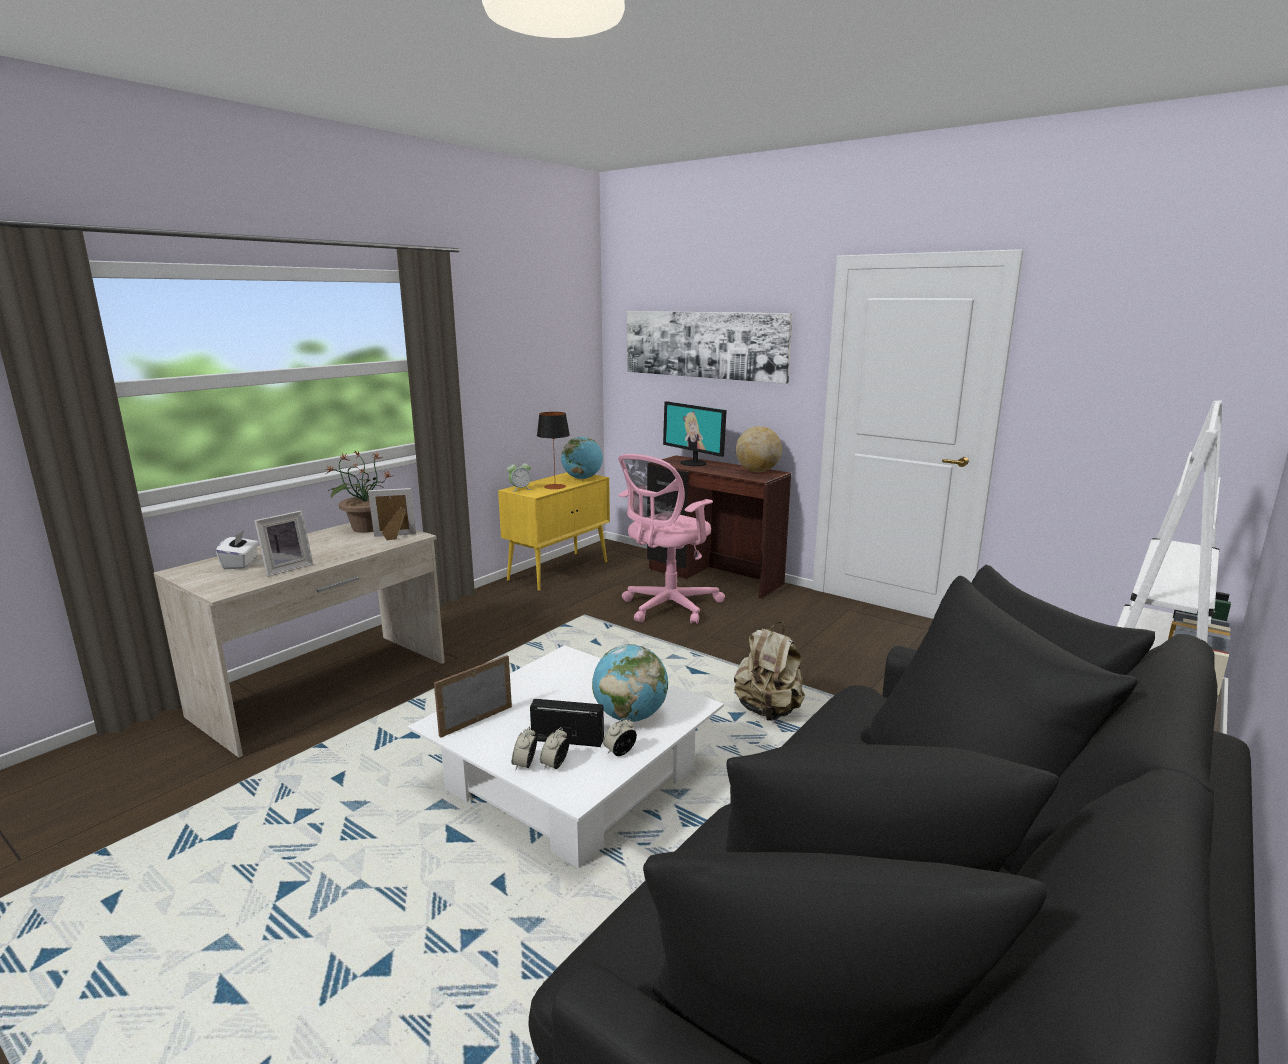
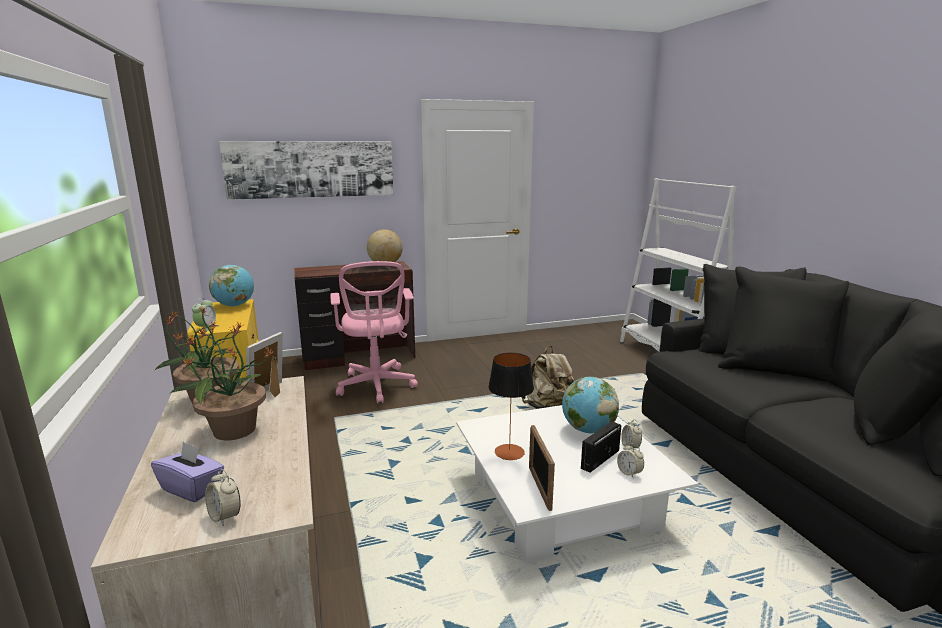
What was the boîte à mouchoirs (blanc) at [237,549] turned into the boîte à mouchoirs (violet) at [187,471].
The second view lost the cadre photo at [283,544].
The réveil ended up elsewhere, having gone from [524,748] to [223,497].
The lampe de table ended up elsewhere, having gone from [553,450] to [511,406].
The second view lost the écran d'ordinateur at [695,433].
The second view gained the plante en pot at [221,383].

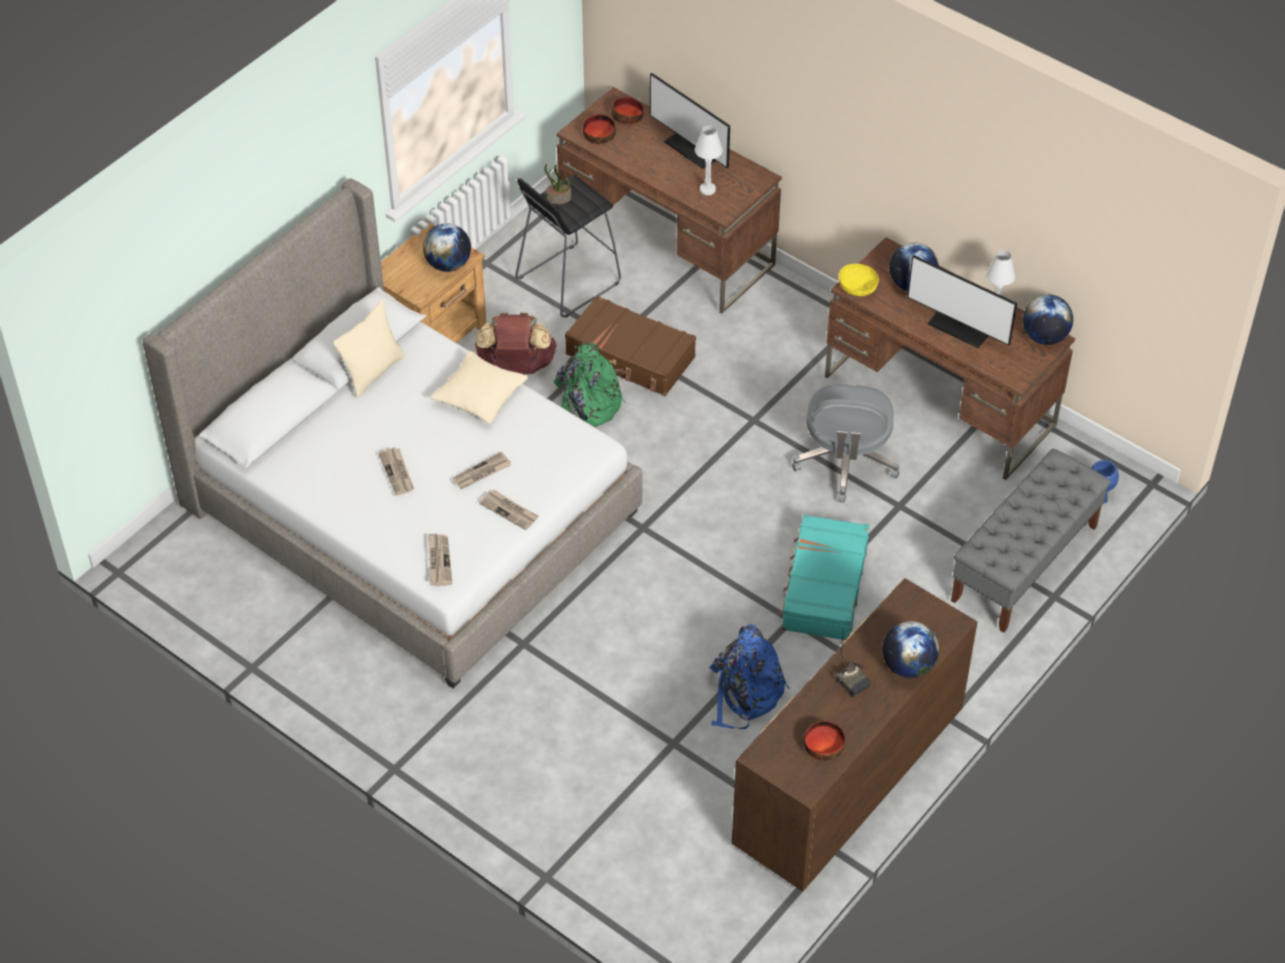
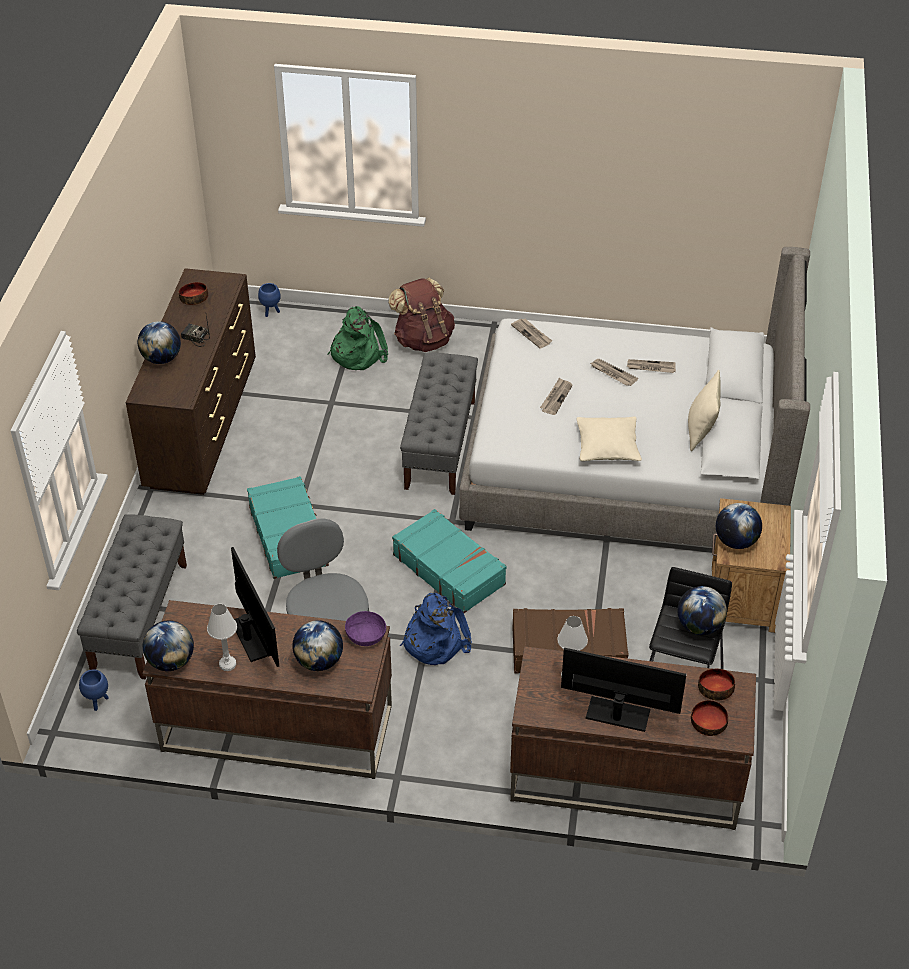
The sac à dos (marron) ended up elsewhere, having gone from [516,343] to [421,315].
The journal ended up elsewhere, having gone from [509,510] to [651,366].
Where the plante en pot stood at [557,184], the globe came to stand at [702,610].
The sac à dos (vert) ended up elsewhere, having gone from [589,385] to [358,338].
The sac à dos (bleu) ended up elsewhere, having gone from [749,676] to [436,629].
What was the bol (jaune) at [859,280] turned into the bol (violet) at [365,628].
The écran d'ordinateur at [962,301] ended up facing another way, 60 degrees clockwise from before.
The second view gained the cache-pot (bleu) at [269,300].
The second view gained the valise (turquoise) at [449,561].
The second view gained the banc (gris) at [439,423].

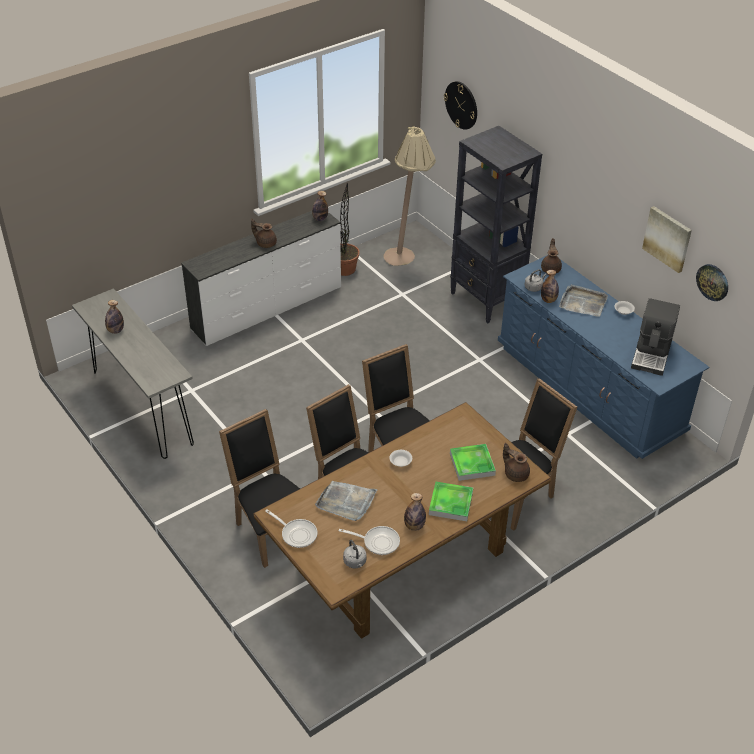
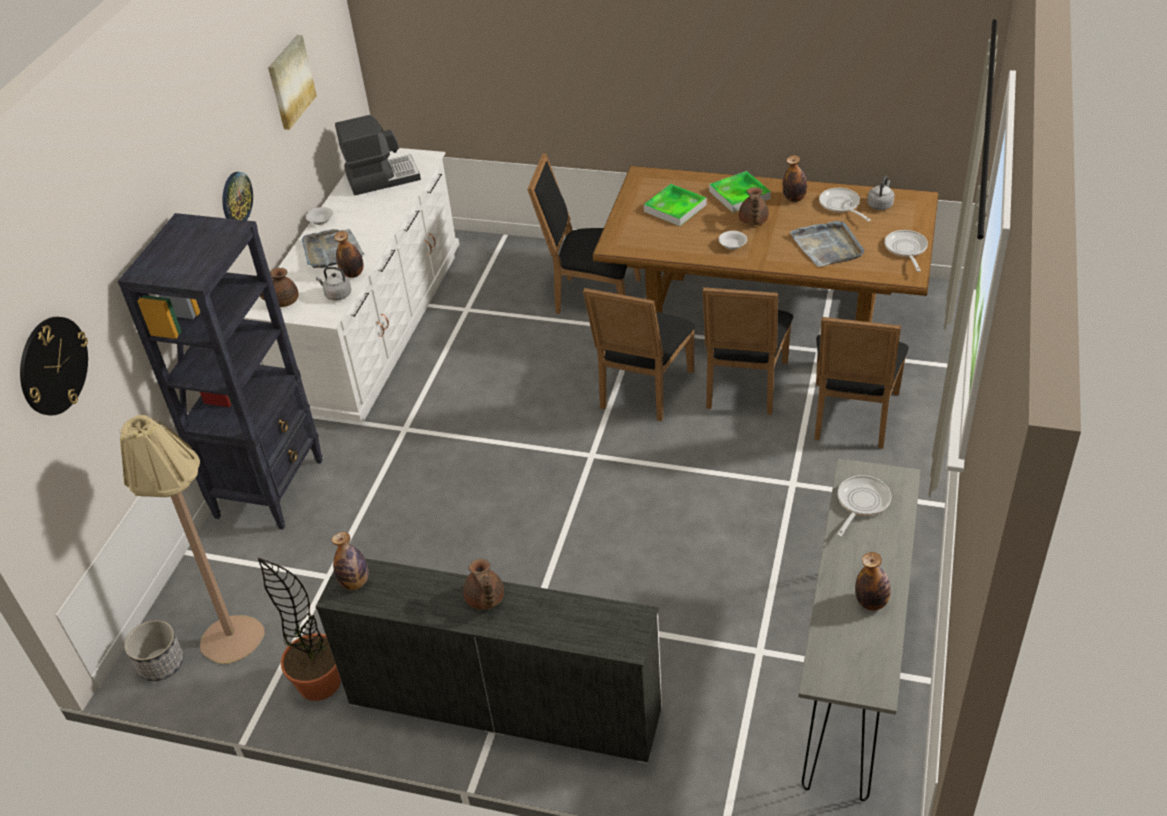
What was the commode (bleu) at [603,357] turned into the commode (blanc) at [351,284].
The théière (marron) ended up elsewhere, having gone from [516,462] to [754,206].
The horloge murale ended up elsewhere, having gone from [712,282] to [238,196].
The second view gained the cache-pot at [153,650].
The second view gained the poêle at [864,506].

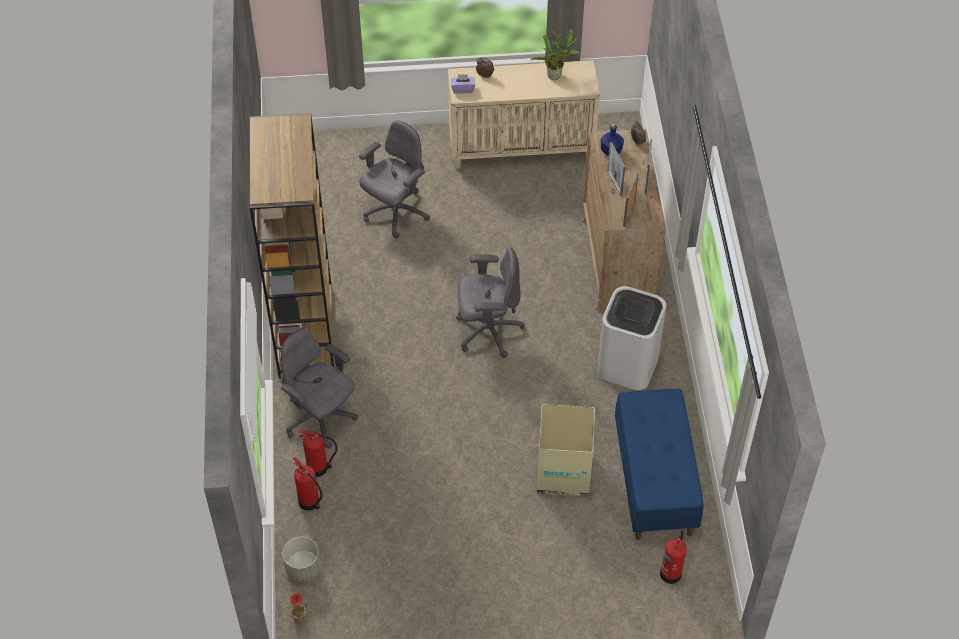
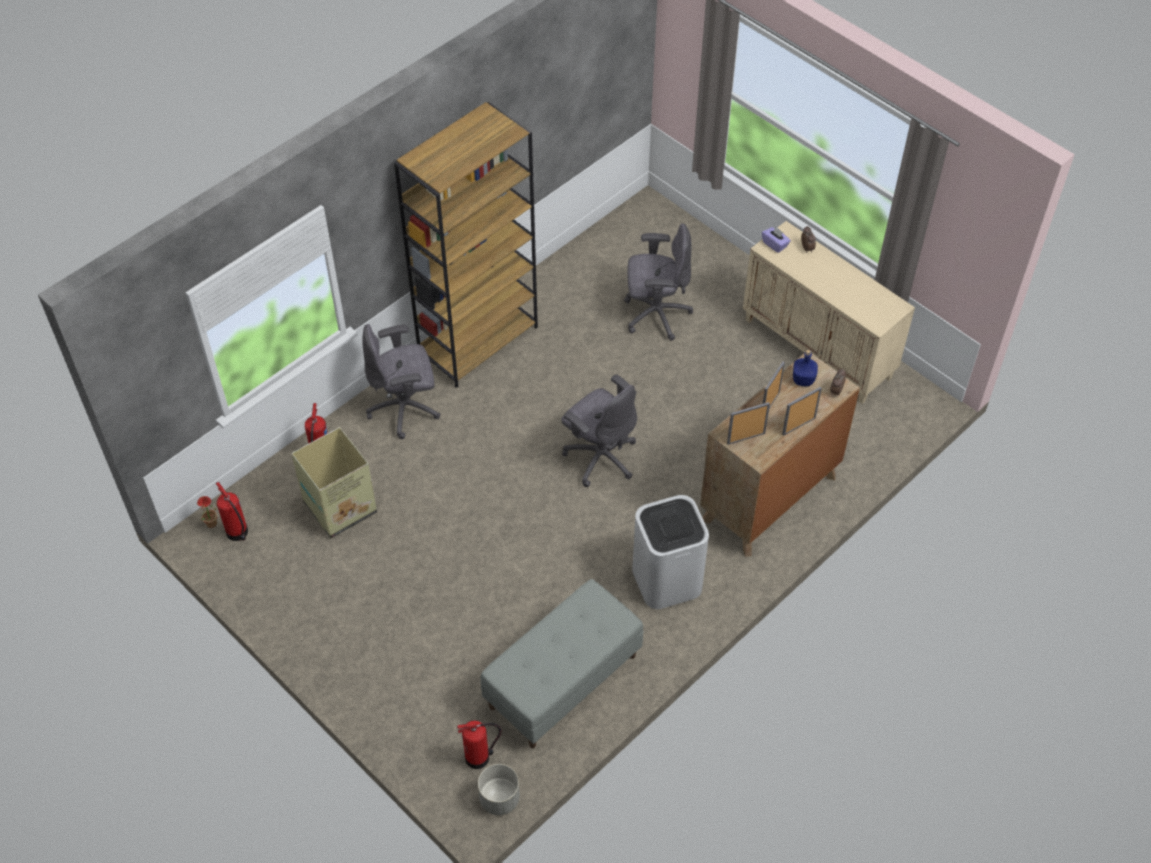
The chaise de bureau (gris) at [319,388] ended up facing another way, 105 degrees counterclockwise from before.
The cache-pot (gris) ended up elsewhere, having gone from [301,559] to [499,789].
The extincteur ended up elsewhere, having gone from [318,453] to [232,511].
The second view lost the plante en pot at [555,54].
The carton ended up elsewhere, having gone from [566,450] to [334,482].
What was the banc (bleu) at [659,464] turned into the banc (gris) at [562,663].

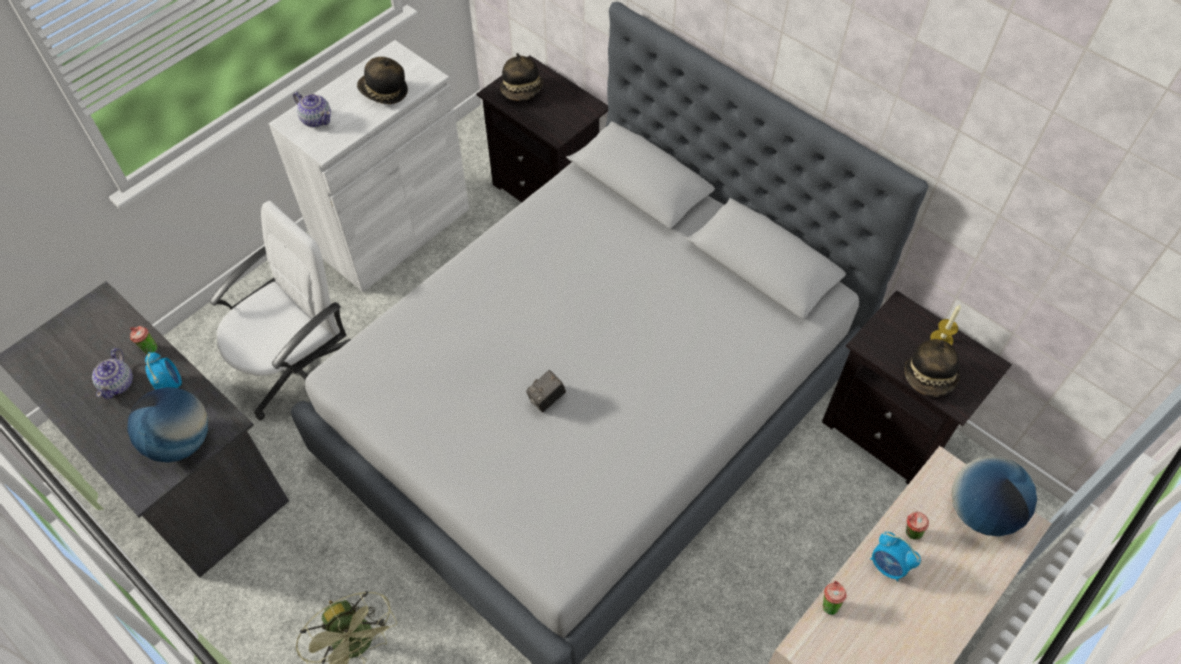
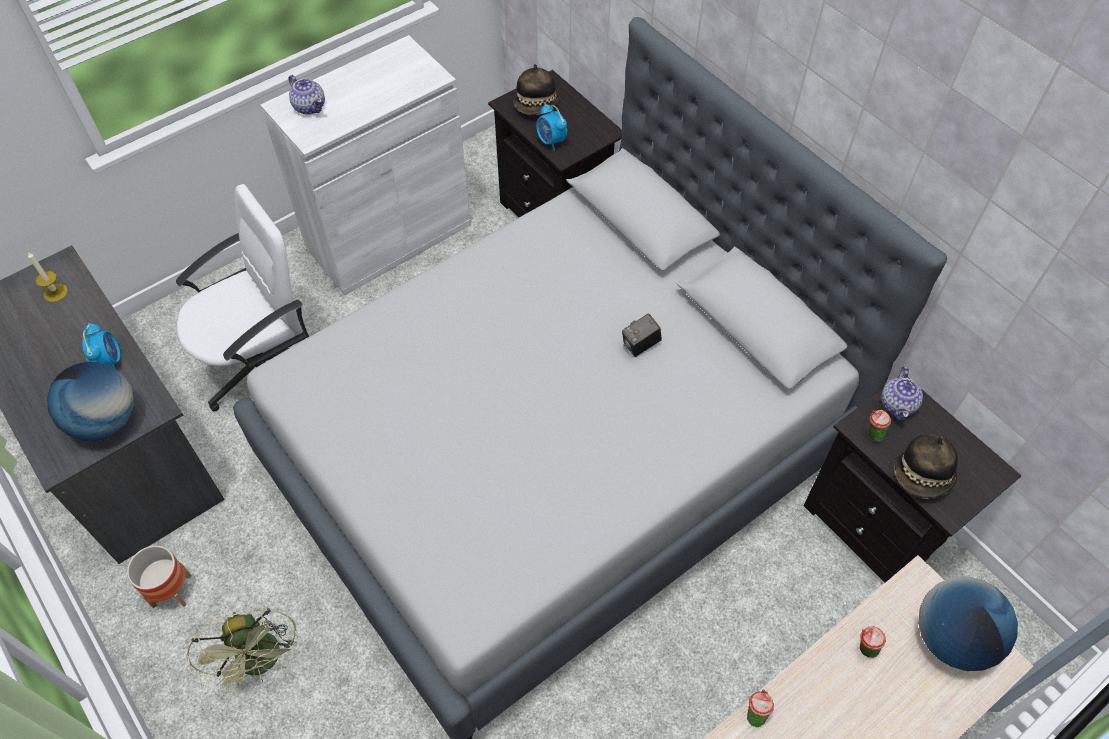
The théière ended up elsewhere, having gone from [112,373] to [902,393].
The tasse ended up elsewhere, having gone from [144,340] to [880,426].
The second view lost the chapeau at [382,80].
The appareil photo ended up elsewhere, having gone from [546,391] to [642,335].
The réveil ended up elsewhere, having gone from [895,557] to [551,127].
The bougie ended up elsewhere, having gone from [945,324] to [48,277].
The second view gained the cache-pot at [159,576].

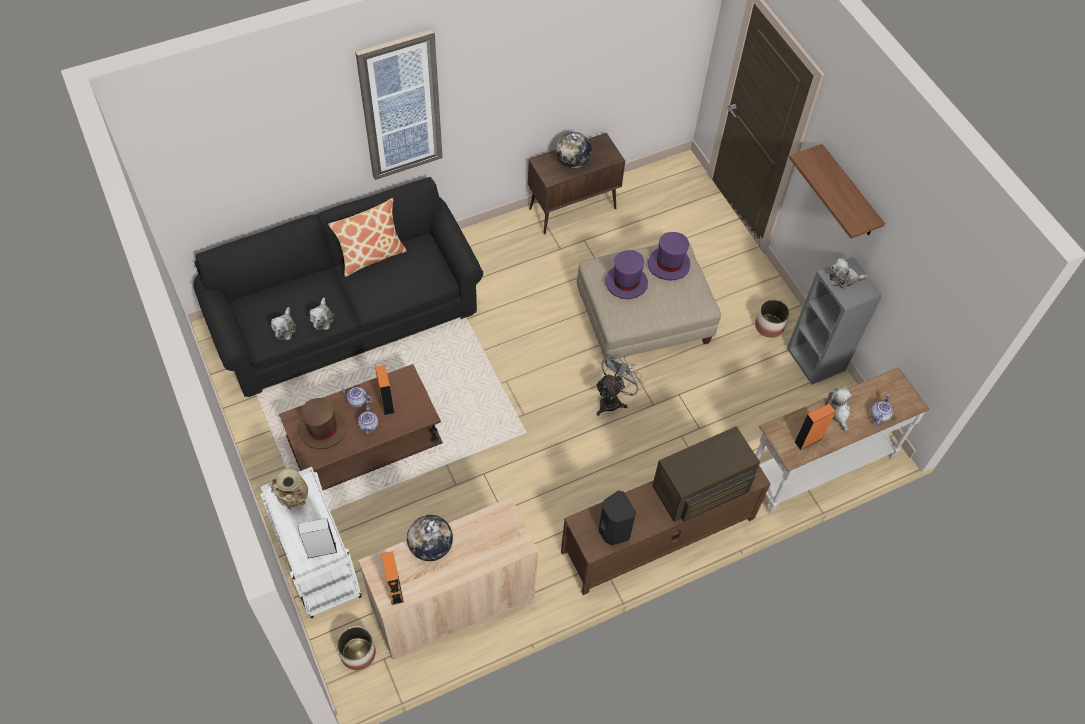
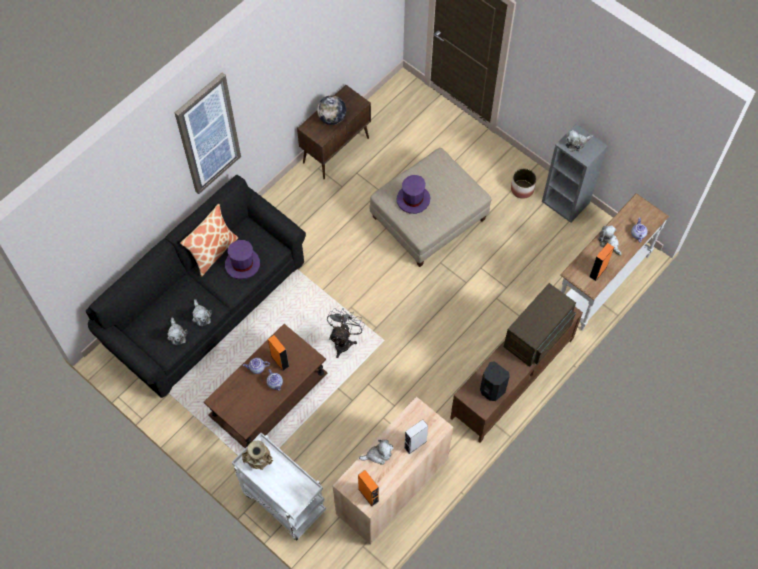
The enceinte (gris) ended up elsewhere, having gone from [317,538] to [416,436].
The second view lost the chapeau (marron) at [323,423].
The second view lost the cache-pot at [356,648].
Where the globe stood at [430,538], the peluche came to stand at [376,452].
The ventilateur (gris) ended up elsewhere, having gone from [619,384] to [346,333].
The chapeau (violet) ended up elsewhere, having gone from [669,256] to [242,259].
The second view lost the étagère at [837,191].

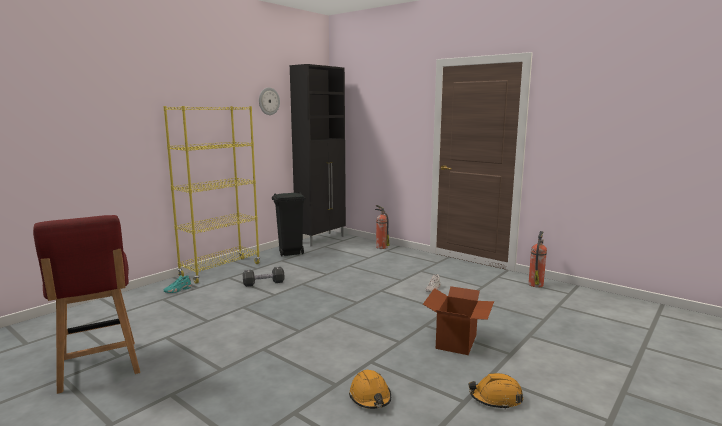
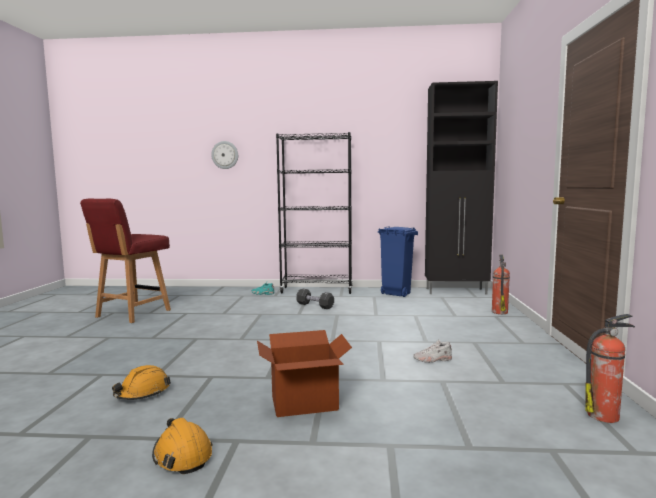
What was the bibliothèque (jaune) at [211,195] turned into the bibliothèque (noir) at [314,213].
The horloge murale ended up elsewhere, having gone from [269,101] to [224,155].
What was the poubelle (noir) at [289,224] turned into the poubelle (bleu) at [398,261].

